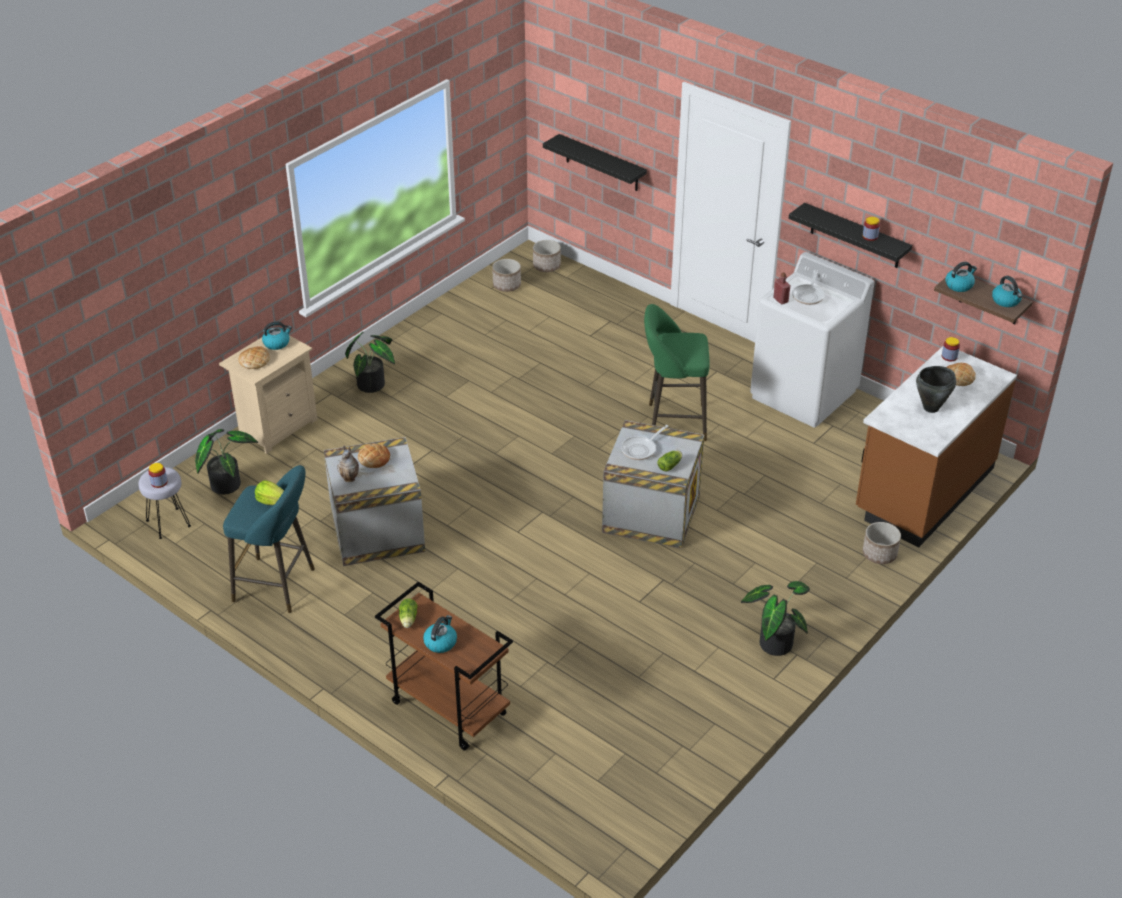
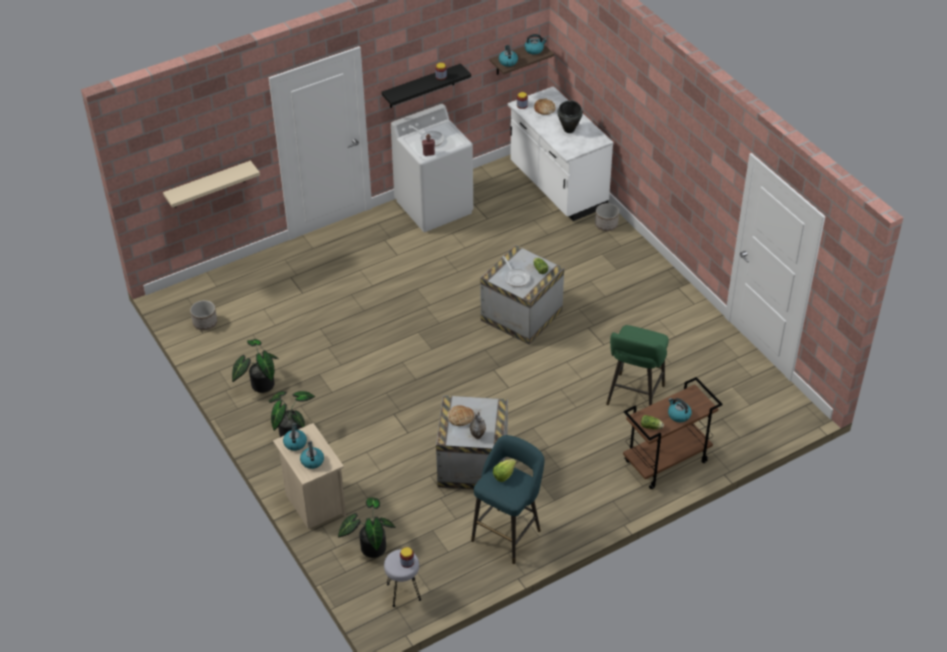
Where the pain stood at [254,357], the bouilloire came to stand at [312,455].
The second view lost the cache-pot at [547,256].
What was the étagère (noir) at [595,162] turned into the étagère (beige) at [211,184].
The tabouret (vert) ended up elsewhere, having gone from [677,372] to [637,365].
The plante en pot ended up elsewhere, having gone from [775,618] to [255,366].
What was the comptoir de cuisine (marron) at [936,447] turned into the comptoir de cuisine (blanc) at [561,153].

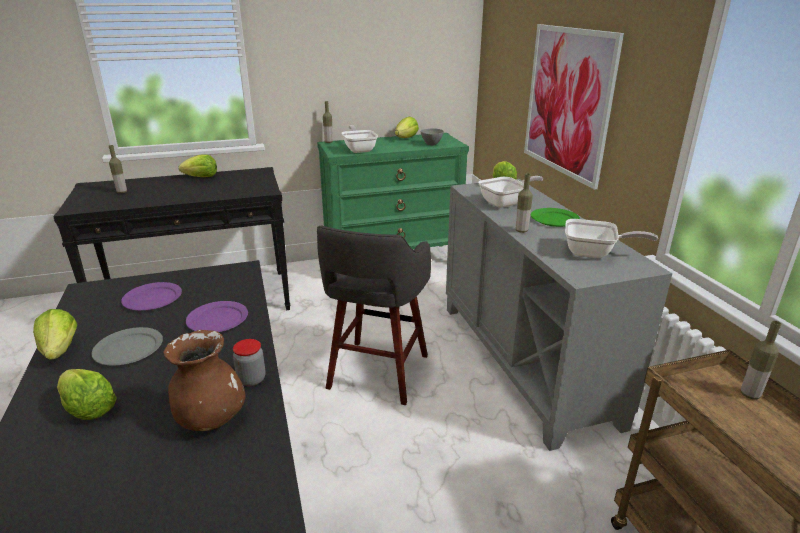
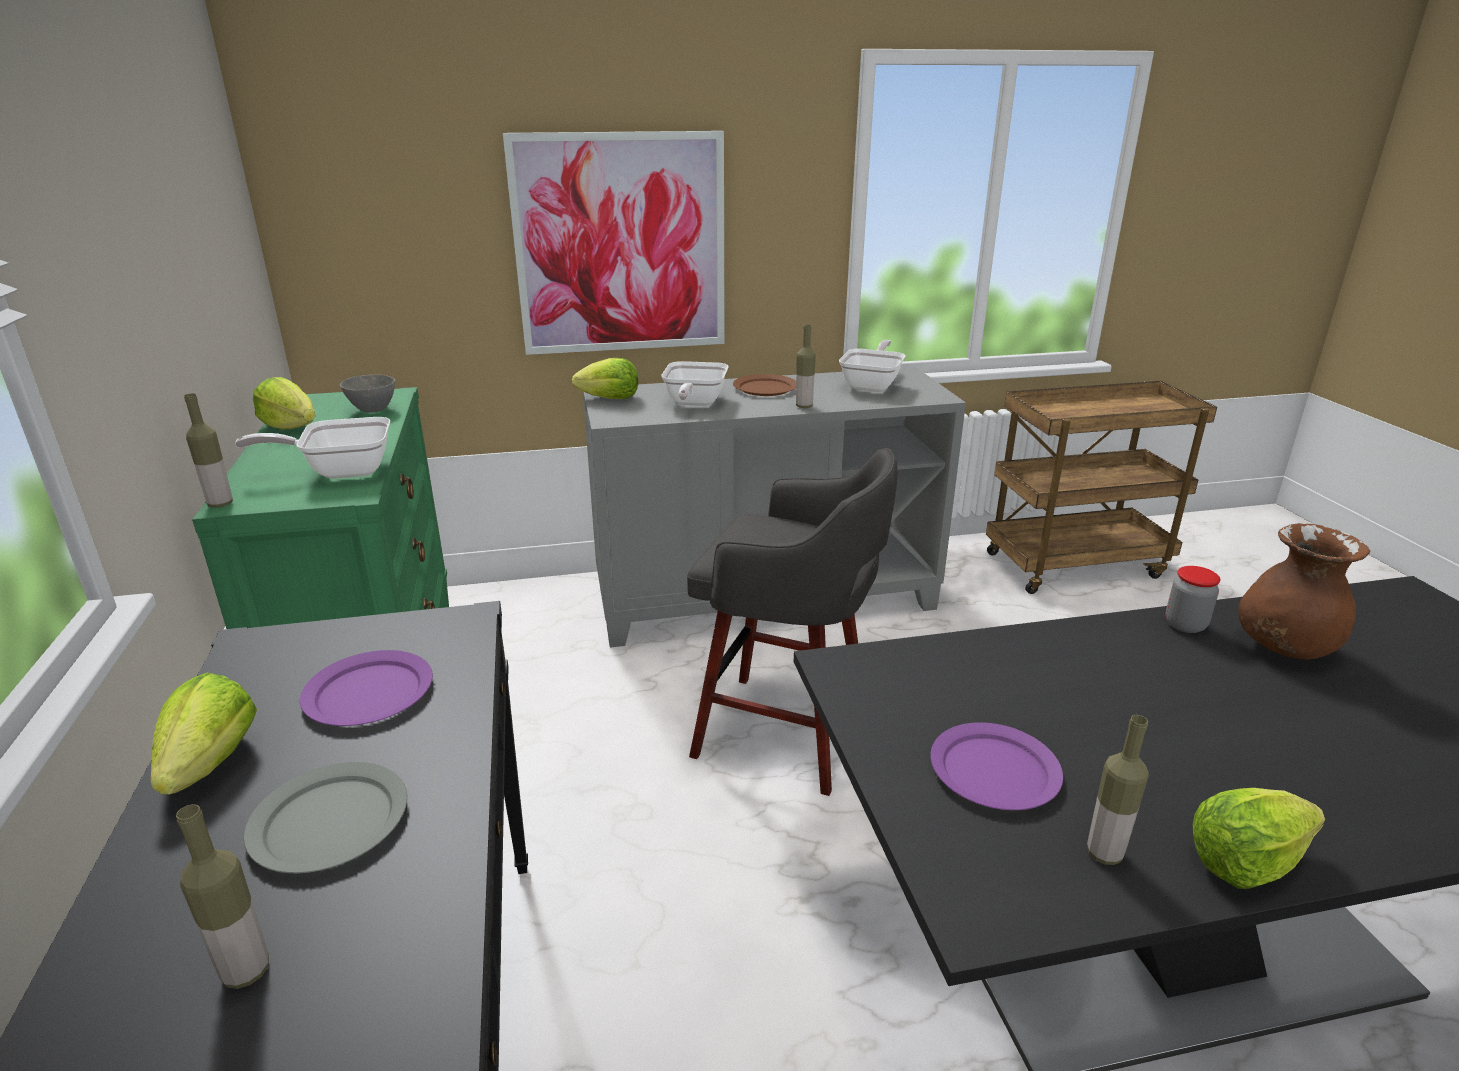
The second view lost the laitue at [87,394].
The assiette (gris) ended up elsewhere, having gone from [127,346] to [325,817].
The assiette (violet) ended up elsewhere, having gone from [217,316] to [366,688].
The poêle at [510,192] ended up facing another way, 150 degrees counterclockwise from before.
What was the assiette (vert) at [555,217] turned into the assiette (marron) at [764,385].
The bouteille ended up elsewhere, having gone from [761,360] to [1118,790].

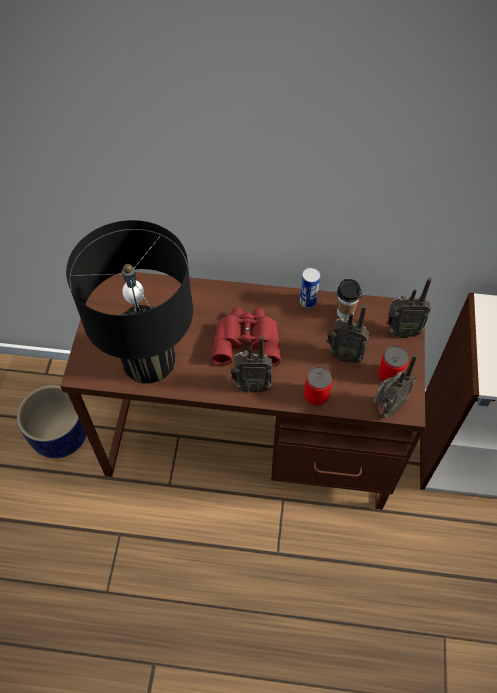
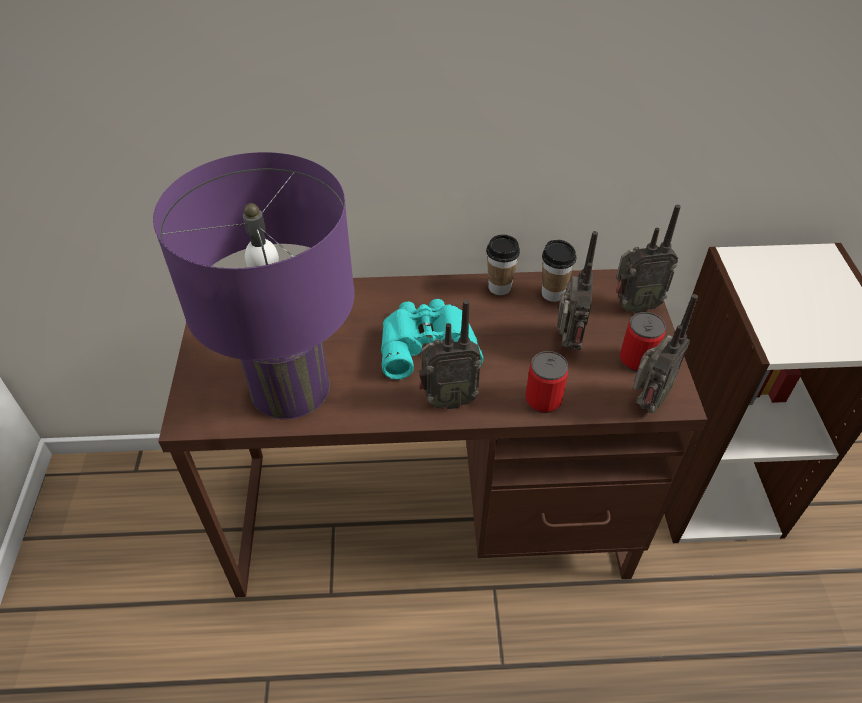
The second view lost the cache-pot at [52,421].
What was the lampe de table (noir) at [129,302] turned into the lampe de table (violet) at [254,285].
What was the jumelles (rouge) at [246,337] turned into the jumelles (turquoise) at [432,339].
Where the boîte métallique stood at [310,288], the tasse came to stand at [503,265].
The radio at [347,334] ended up facing another way, 90 degrees counterclockwise from before.

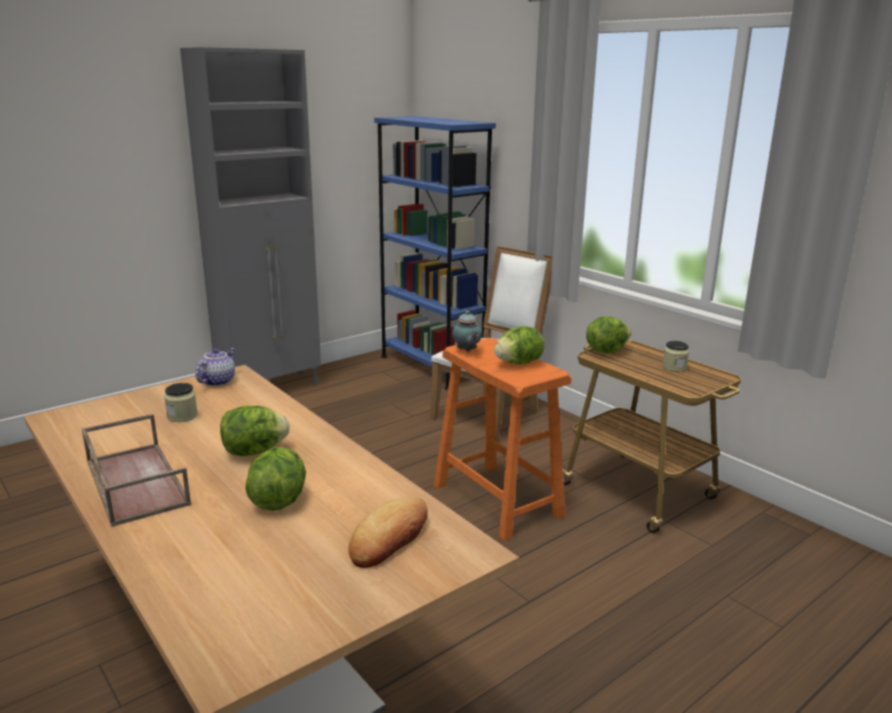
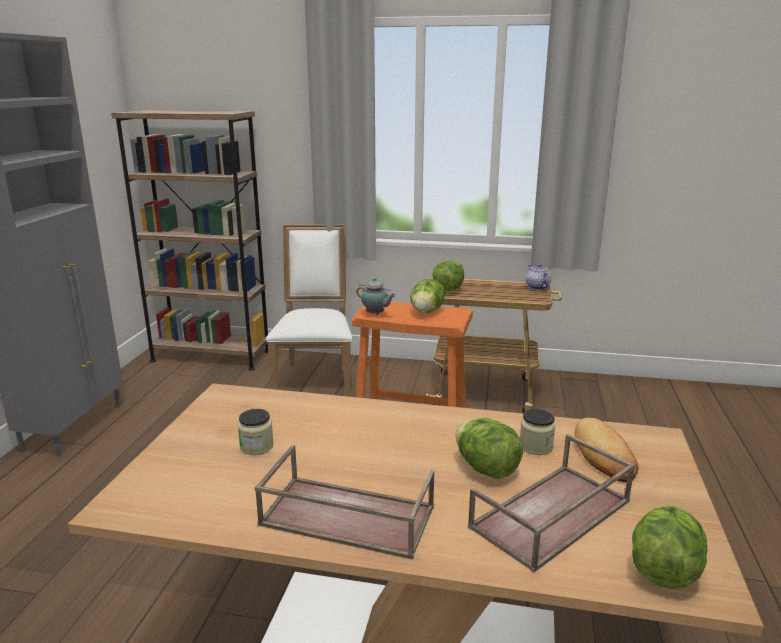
The théière ended up elsewhere, having gone from [215,367] to [538,277].
The laitue ended up elsewhere, having gone from [255,430] to [669,547].
What was the bibliothèque (bleu) at [435,253] turned into the bibliothèque (marron) at [189,240].
The bocal ended up elsewhere, having gone from [675,356] to [537,432].
The second view gained the plateau (marron) at [551,503].

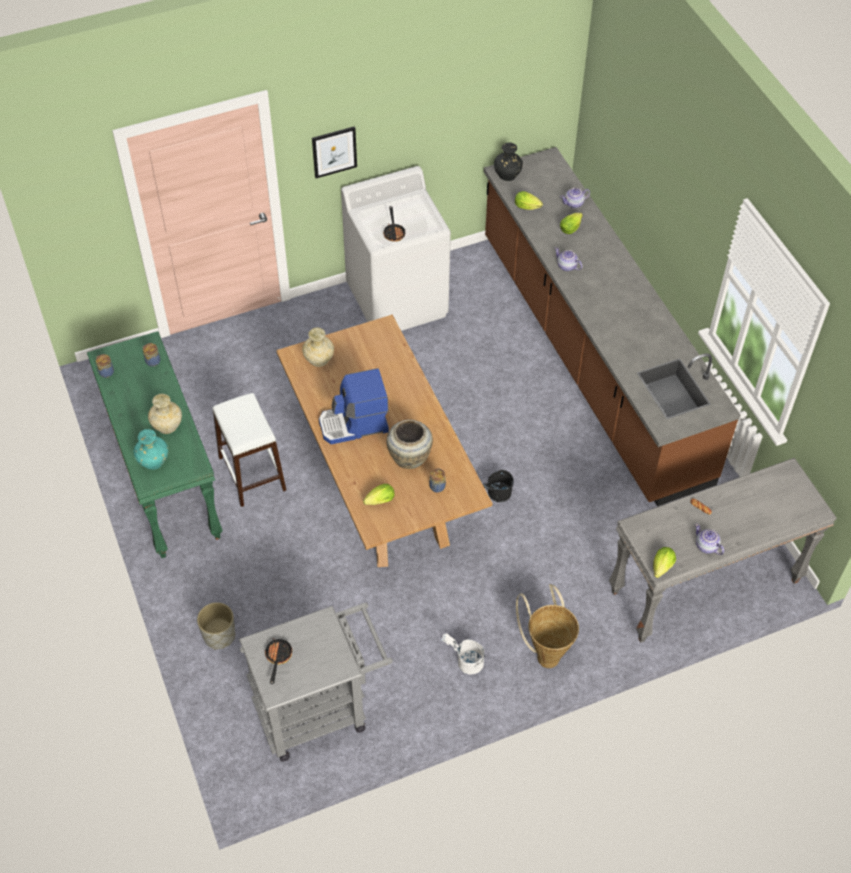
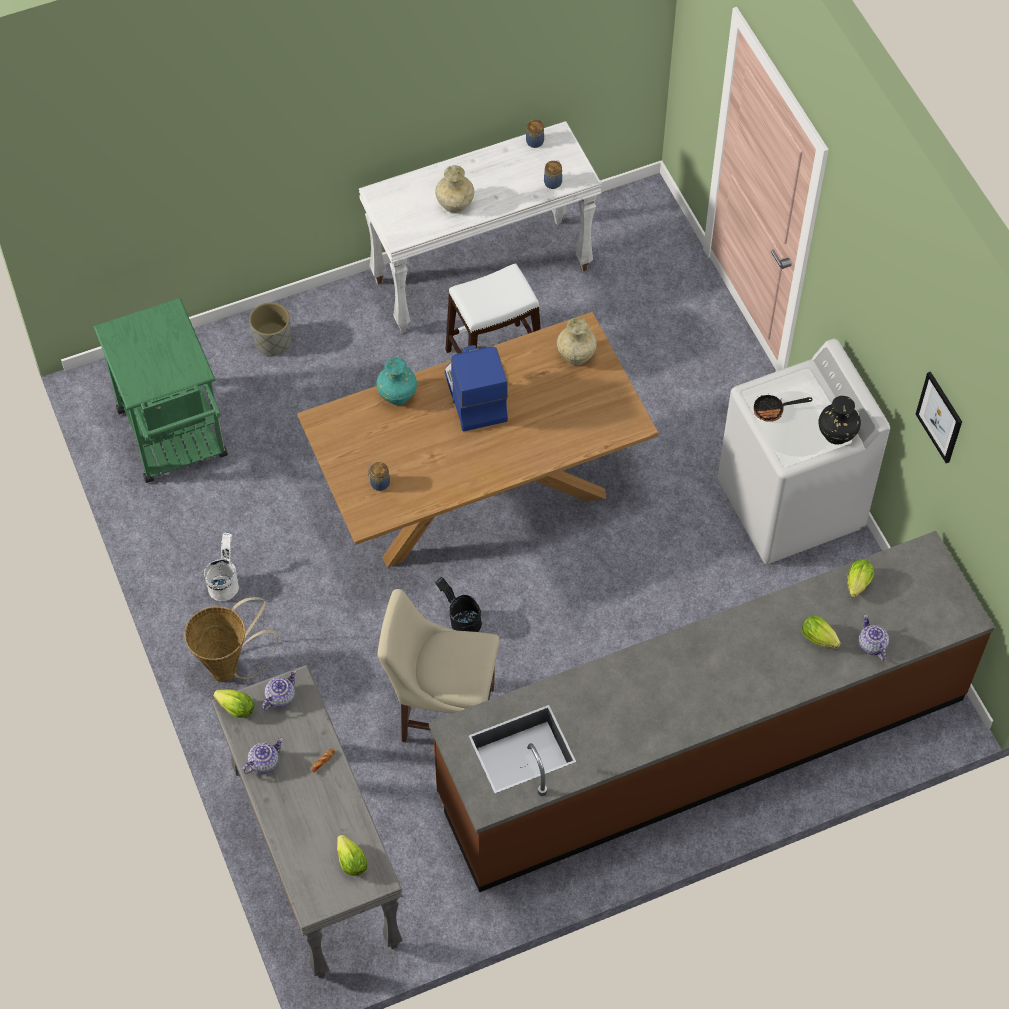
What was the table console (vert) at [155,444] turned into the table console (blanc) at [480,227].
The vase (turquoise) ended up elsewhere, having gone from [151,449] to [397,381].
What was the chariot (gris) at [316,682] turned into the chariot (vert) at [160,390].
The second view lost the poêle at [278,661].
The tableau ended up elsewhere, having gone from [334,152] to [939,417].
The laitue ended up elsewhere, having gone from [379,494] to [352,855].
The second view lost the vase (beige) at [410,444].
The vase (noir) ended up elsewhere, having gone from [508,162] to [840,420].
The théière ended up elsewhere, having gone from [568,259] to [279,690].
The second view gained the chaise (beige) at [439,665].

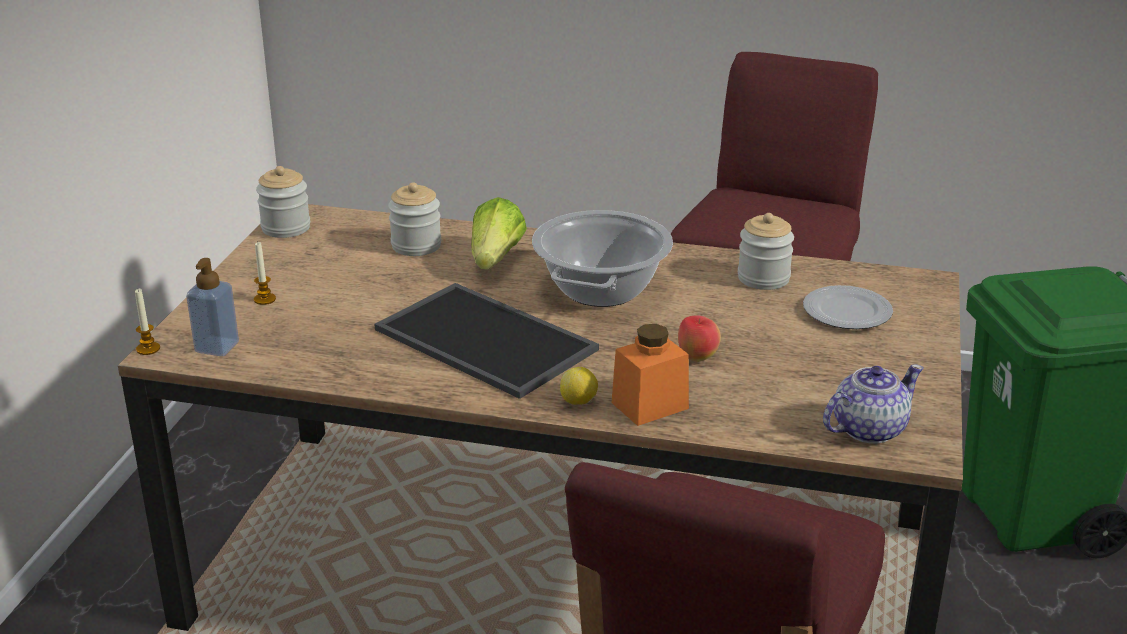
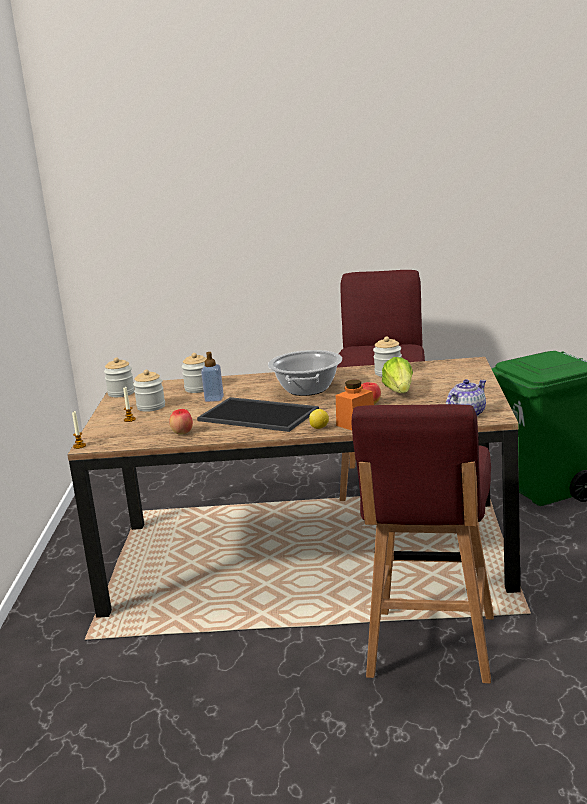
The distributeur de savon ended up elsewhere, having gone from [212,307] to [212,377].
The laitue ended up elsewhere, having gone from [499,233] to [397,375].
The second view lost the assiette at [848,307].
The second view gained the bocal at [149,391].
The second view gained the pomme at [181,422].

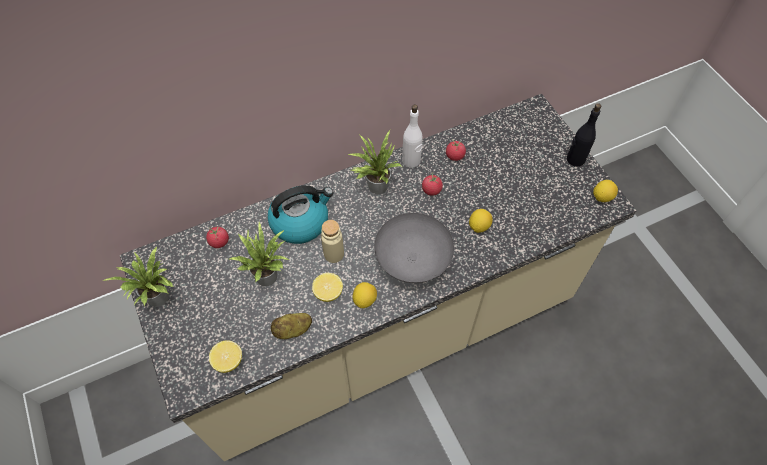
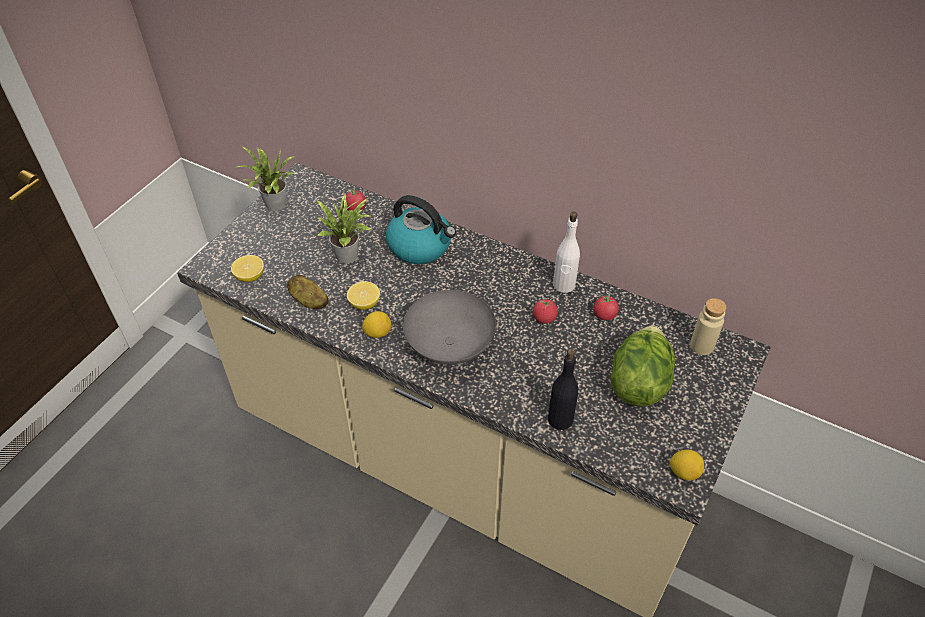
The bouteille (beige) ended up elsewhere, having gone from [332,241] to [708,326].
The second view lost the plante en pot at [374,162].
The second view lost the citron at [481,221].
The bouteille (noir) ended up elsewhere, having gone from [584,135] to [563,389].
The second view gained the laitue at [643,366].

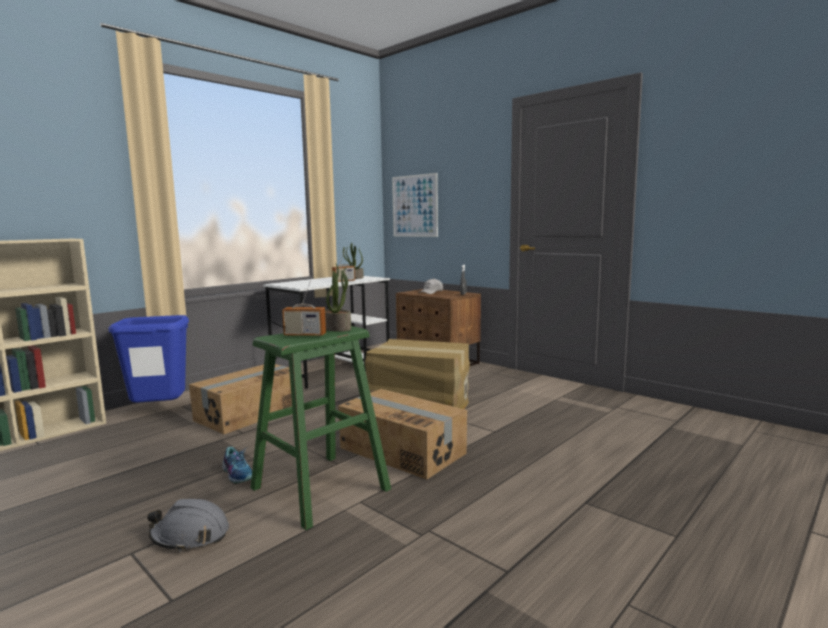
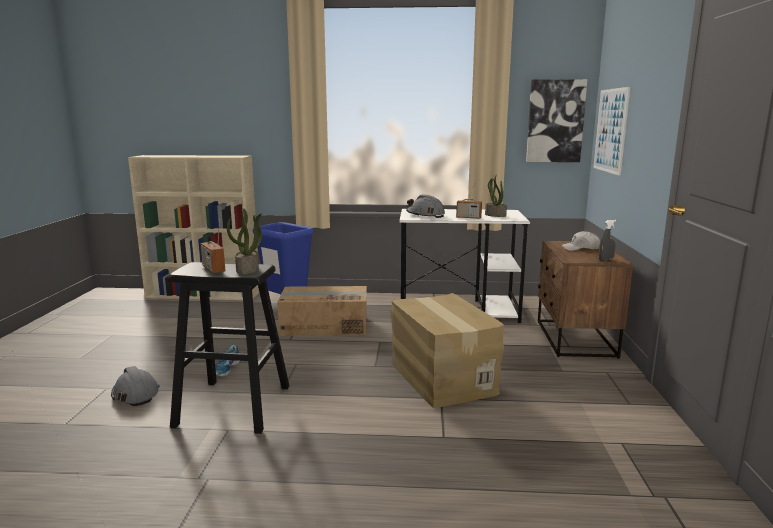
What was the tabouret (vert) at [321,428] turned into the tabouret (noir) at [228,348].
The second view lost the carton at [402,434].
The second view gained the casque de chantier (gris) at [425,206].
The second view gained the tableau at [556,120].

